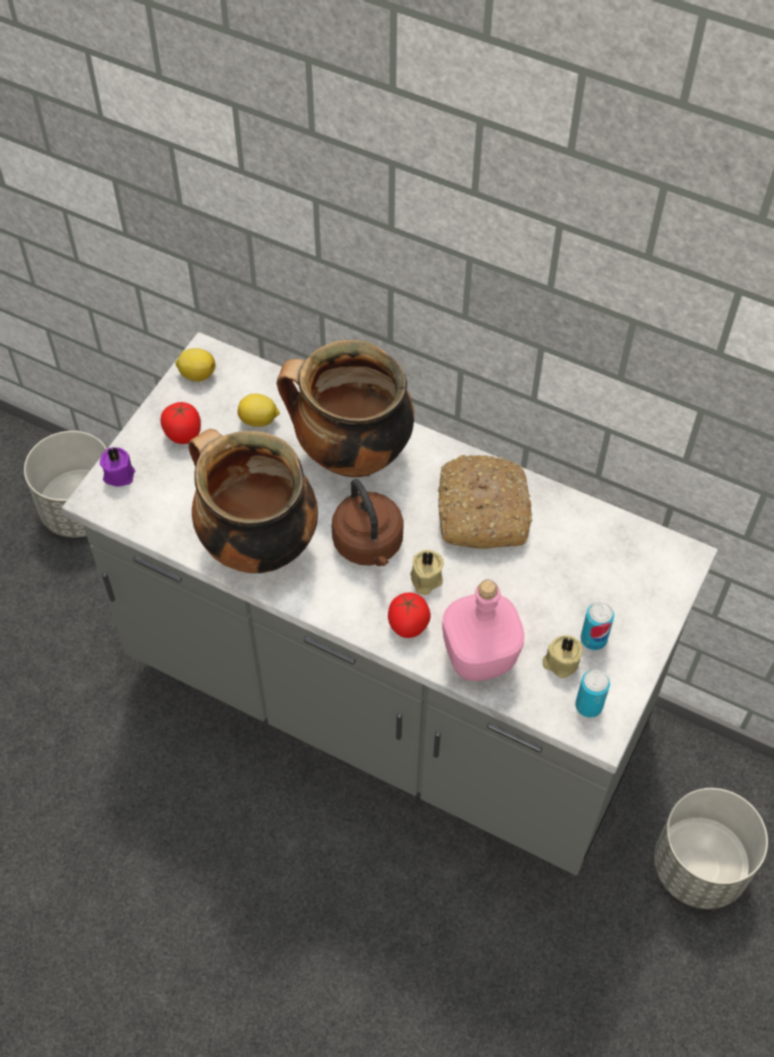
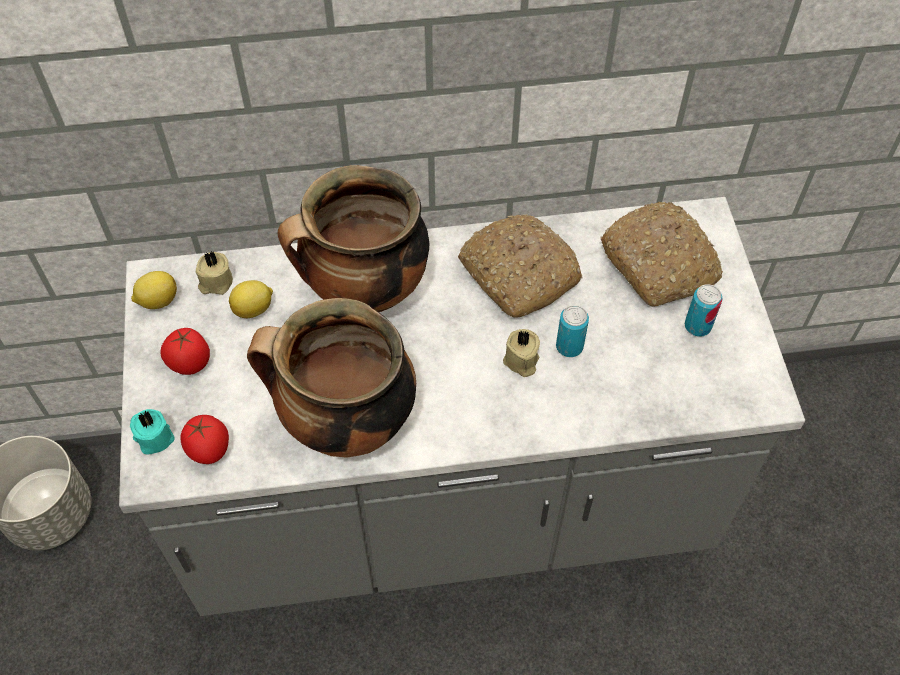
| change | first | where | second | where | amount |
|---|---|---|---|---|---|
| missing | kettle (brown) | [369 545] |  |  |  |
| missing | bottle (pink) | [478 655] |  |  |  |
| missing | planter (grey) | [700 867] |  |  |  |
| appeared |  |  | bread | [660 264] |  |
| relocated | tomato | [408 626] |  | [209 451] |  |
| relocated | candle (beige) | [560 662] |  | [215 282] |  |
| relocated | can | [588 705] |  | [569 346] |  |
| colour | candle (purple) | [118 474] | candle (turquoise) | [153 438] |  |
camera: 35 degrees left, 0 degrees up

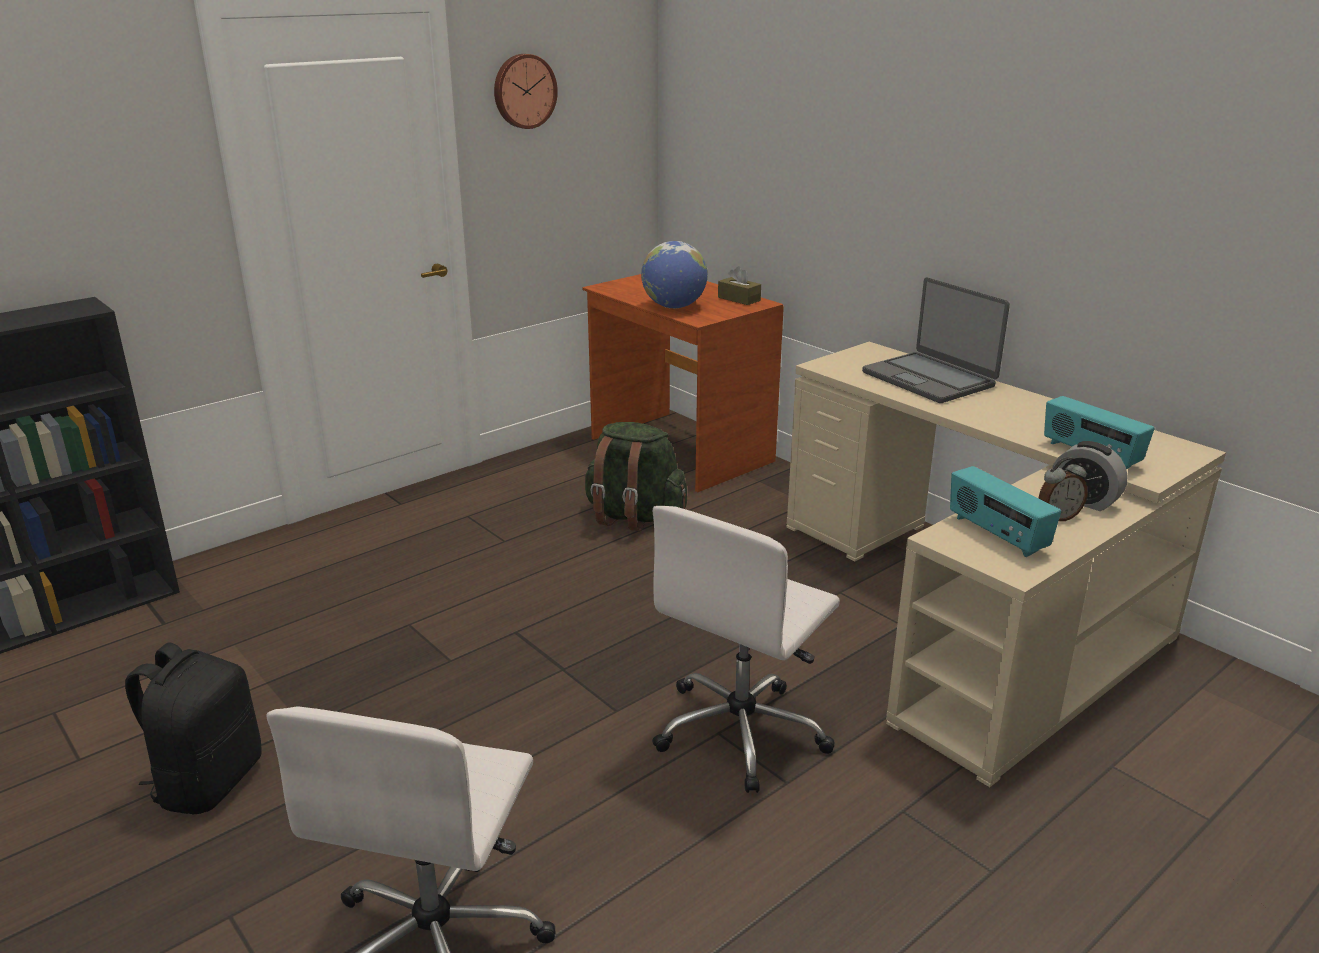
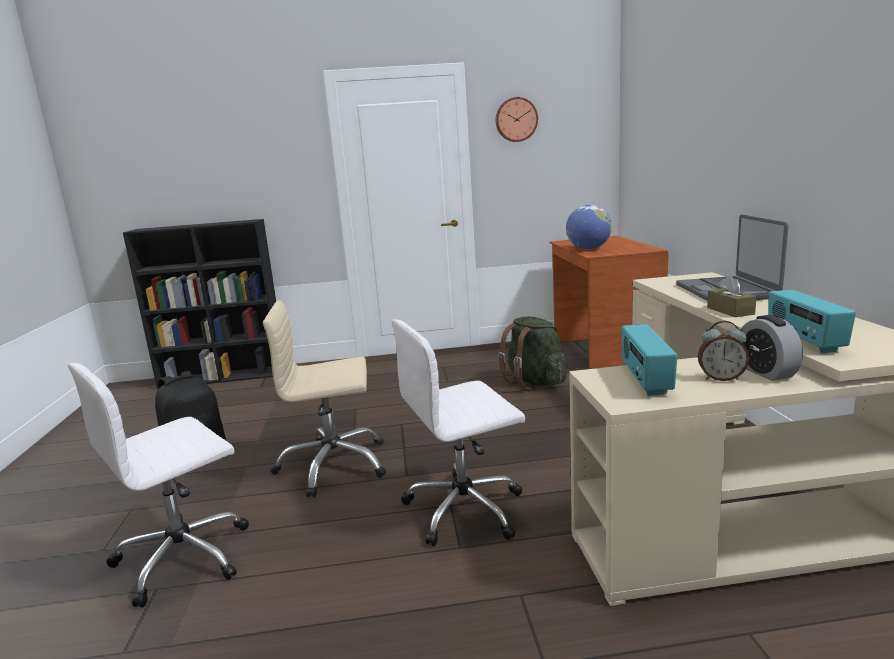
| change | first | where | second | where | amount |
|---|---|---|---|---|---|
| appeared |  |  | office chair (beige) | [333 465] |  |
| relocated | tissue box (brown) | [739 299] |  | [730 311] |  |
camera: 35 degrees right, 10 degrees down

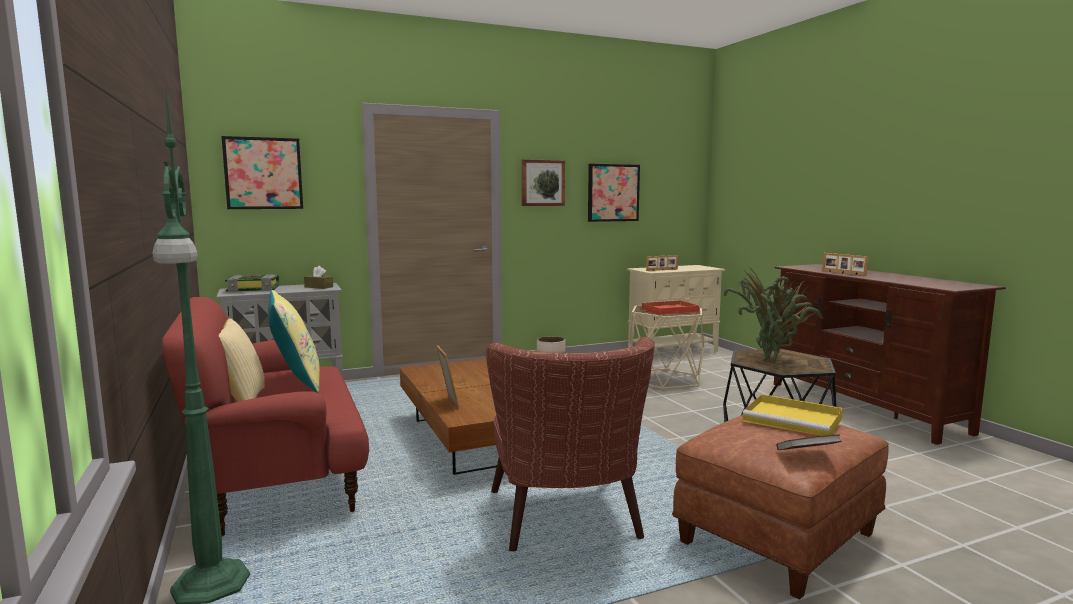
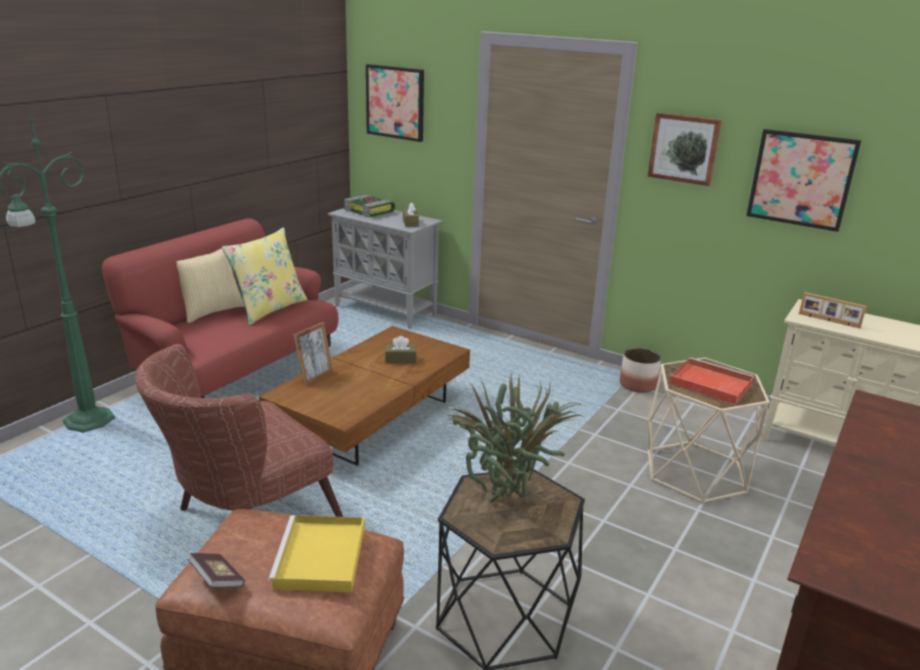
| change | first | where | second | where | amount |
|---|---|---|---|---|---|
| missing | picture frame | [843 273] |  |  |  |
| appeared |  |  | tissue box (brown) | [400 359] |  |
camera: 55 degrees right, 15 degrees up

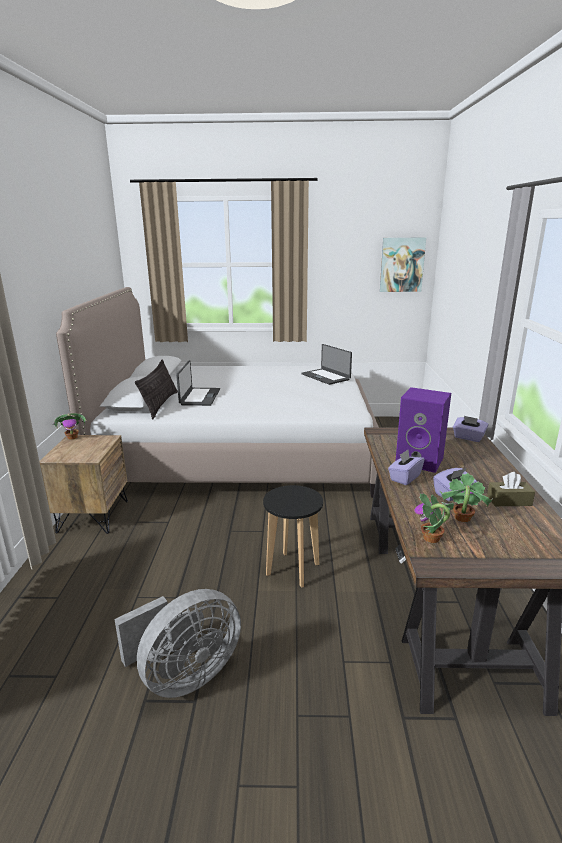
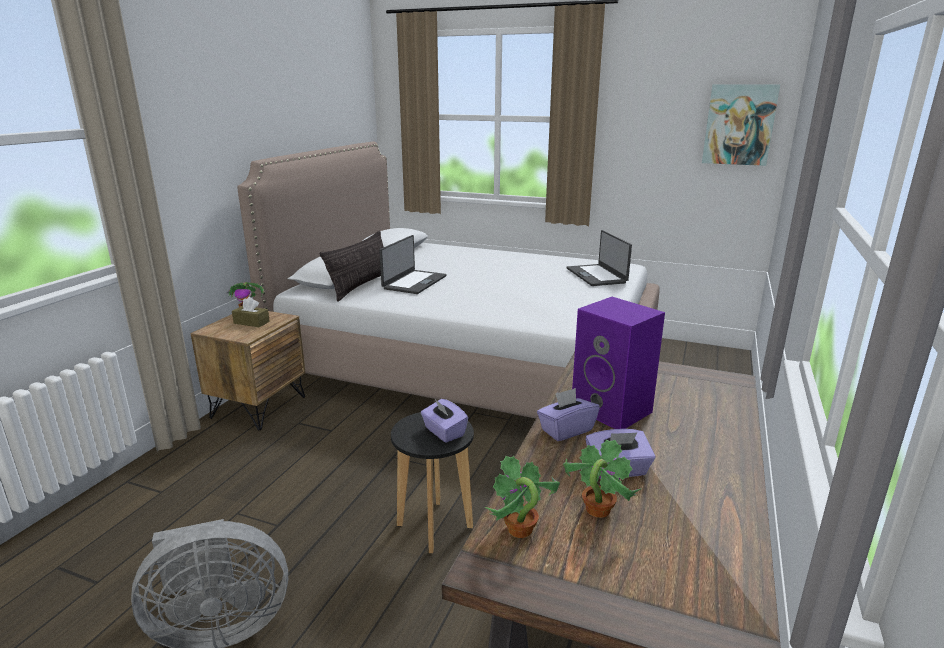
| change | first | where | second | where | amount |
|---|---|---|---|---|---|
| relocated | tissue box (purple) | [468 437] |  | [444 432] |  |
| relocated | tissue box (brown) | [509 501] |  | [251 322] |  |
camera: 20 degrees right, 0 degrees up

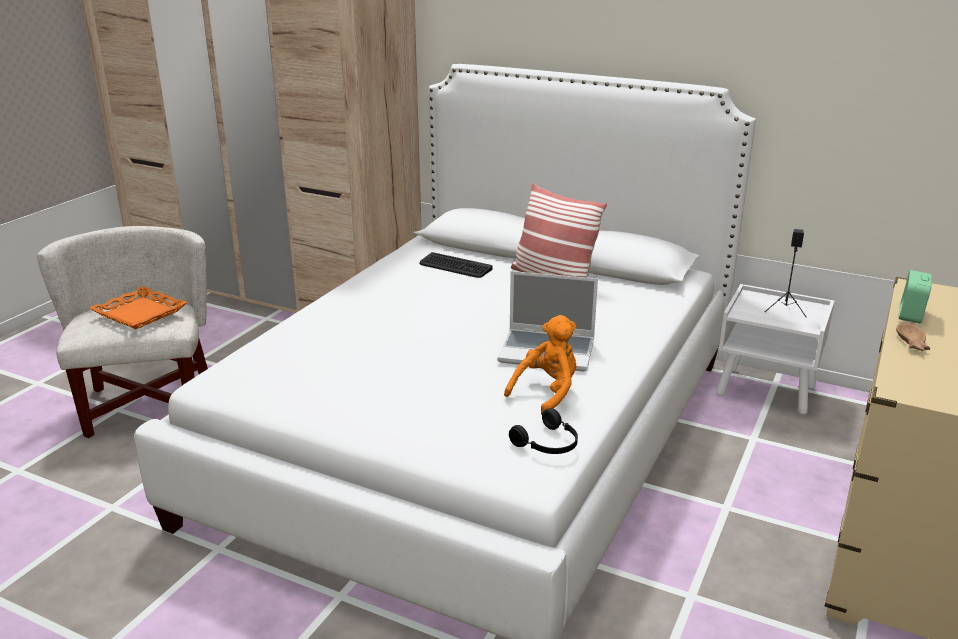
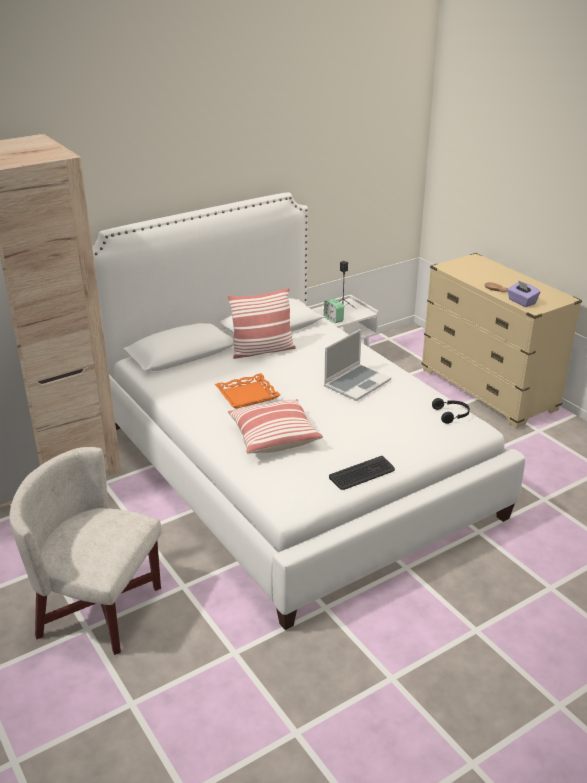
| change | first | where | second | where | amount |
|---|---|---|---|---|---|
| missing | plush toy (orange) | [547 393] |  |  |  |
| appeared |  |  | pillow | [273 437] |  |
| appeared |  |  | tissue box (purple) | [521 302] |  |
| relocated | tray (orange) | [139 313] |  | [247 395] |  |
| relocated | keyboard | [455 266] |  | [362 474] |  |
| relocated | alarm clock | [910 315] |  | [333 319] |  |
camera: 60 degrees left, 5 degrees up

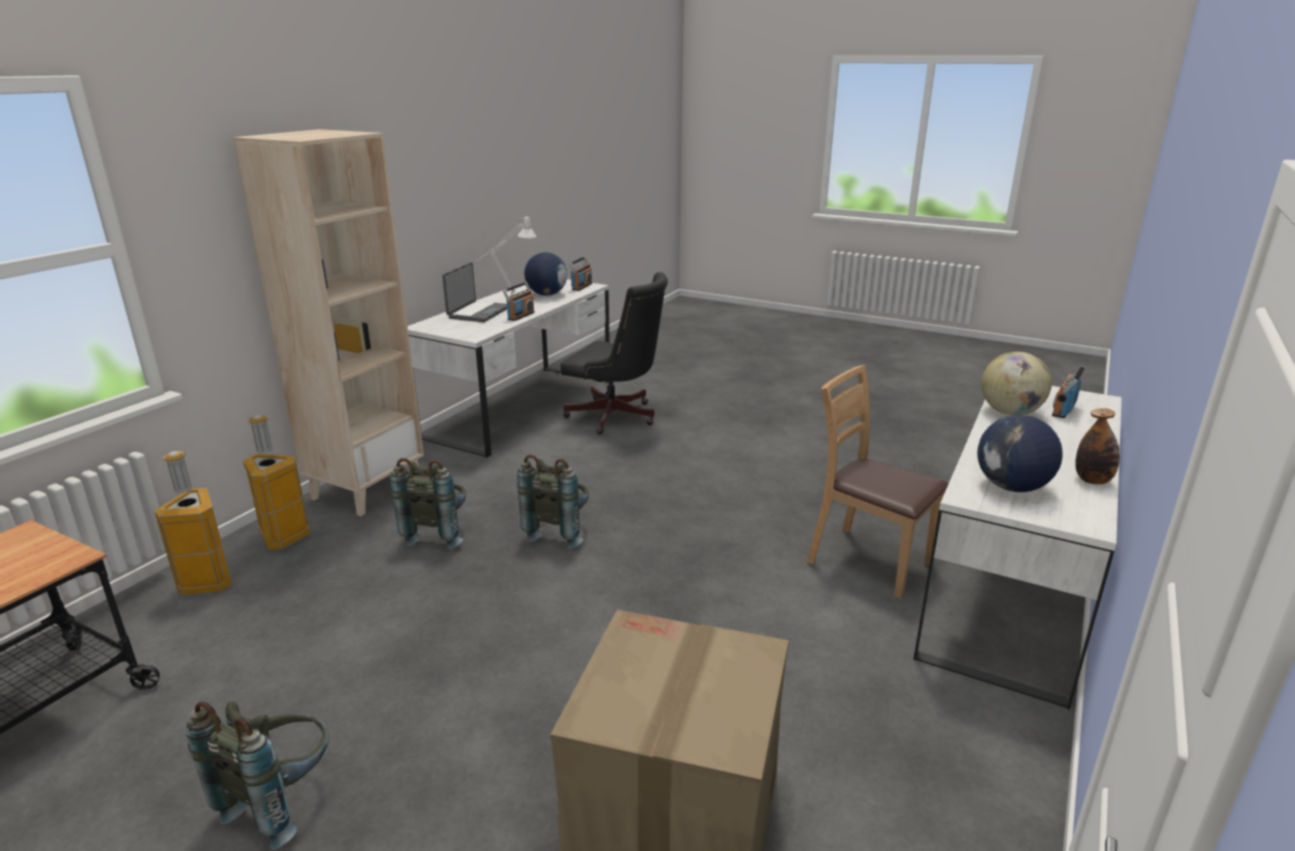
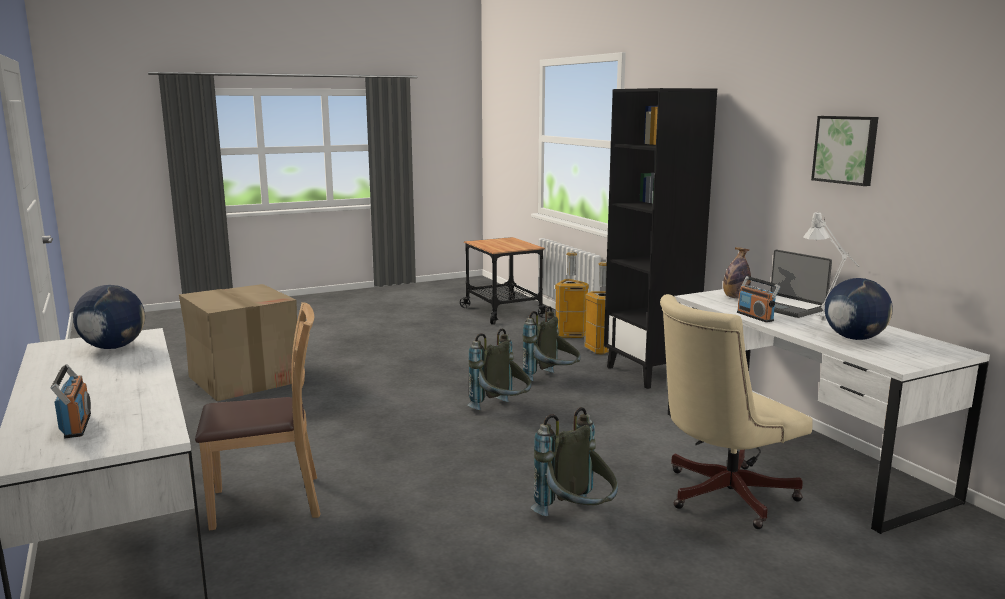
| change | first | where | second | where | amount |
|---|---|---|---|---|---|
| missing | radio | [581 287] |  |  |  |
| missing | globe | [1010 413] |  |  |  |
| appeared |  |  | picture | [846 149] |  |
| relocated | backpack (grey) | [281 800] |  | [577 519] |  |
| relocated | bottle | [1092 480] |  | [735 297] |  |
| colour | bookcase (beige) | [367 488] | bookcase (black) | [650 373] |  |
| colour | office chair (black) | [617 417] | office chair (beige) | [721 496] |  |
camera: 125 degrees right, 10 degrees down

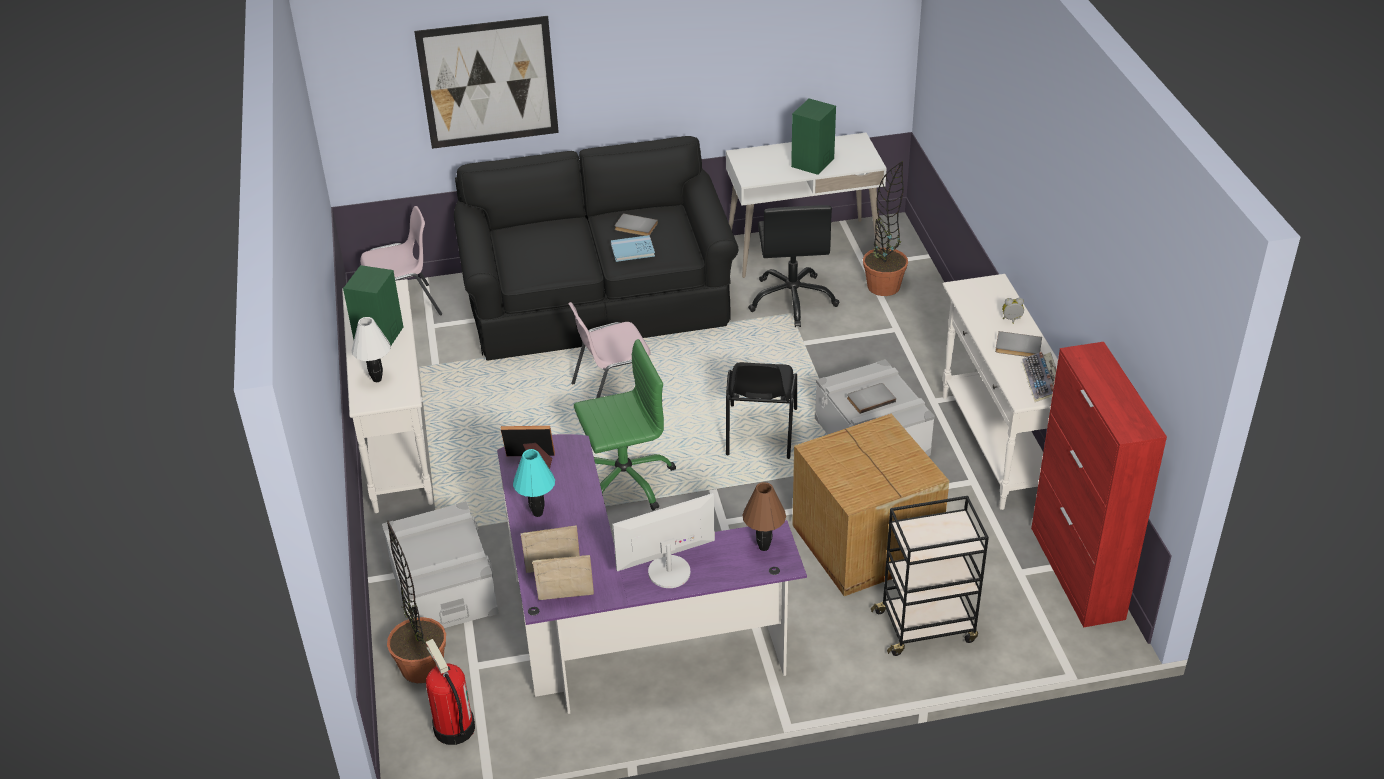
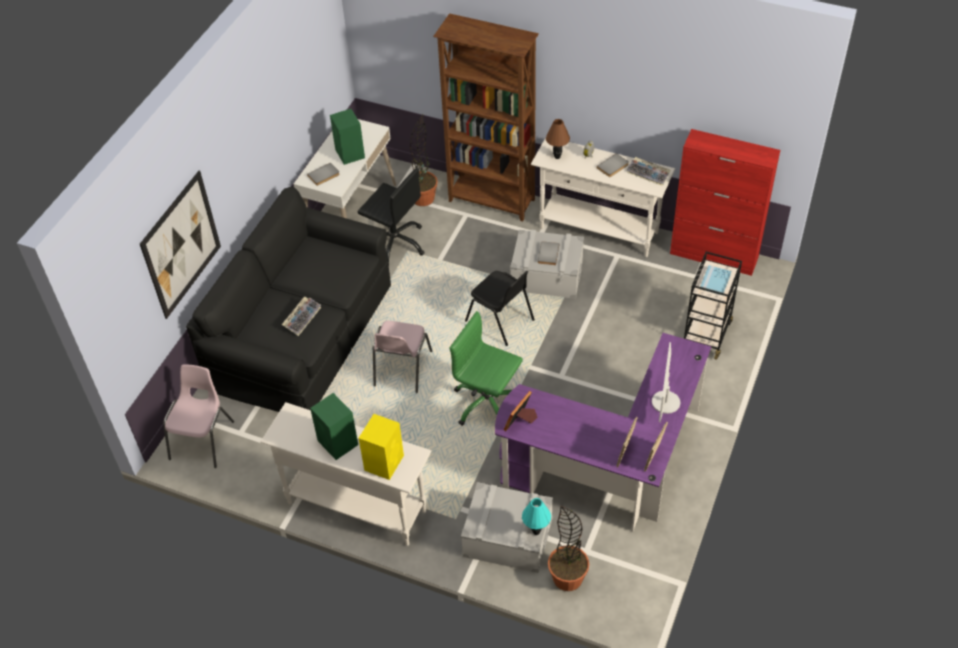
| change | first | where | second | where | amount |
|---|---|---|---|---|---|
| missing | fire extinguisher | [453 728] |  |  |  |
| missing | cardboard box | [864 544] |  |  |  |
| appeared |  |  | keyboard | [302 318] |  |
| appeared |  |  | bookcase (brown) | [492 201] |  |
| relocated | table lamp (turquoise) | [538 513] |  | [536 532] |  |
| relocated | book (blue) | [632 250] |  | [715 281] |  |
| relocated | book (grey) | [635 227] |  | [324 175] |  |
| relocated | table lamp (brown) | [764 547] |  | [557 157] |  |
| exchanged | table lamp (white) | [377 379] | speaker (yellow) | [384 462] |  |
| spun | office chair (green) | [624 480] |  | [487 404] | 75 degrees counterclockwise |
camera: 55 degrees left, 10 degrees up

